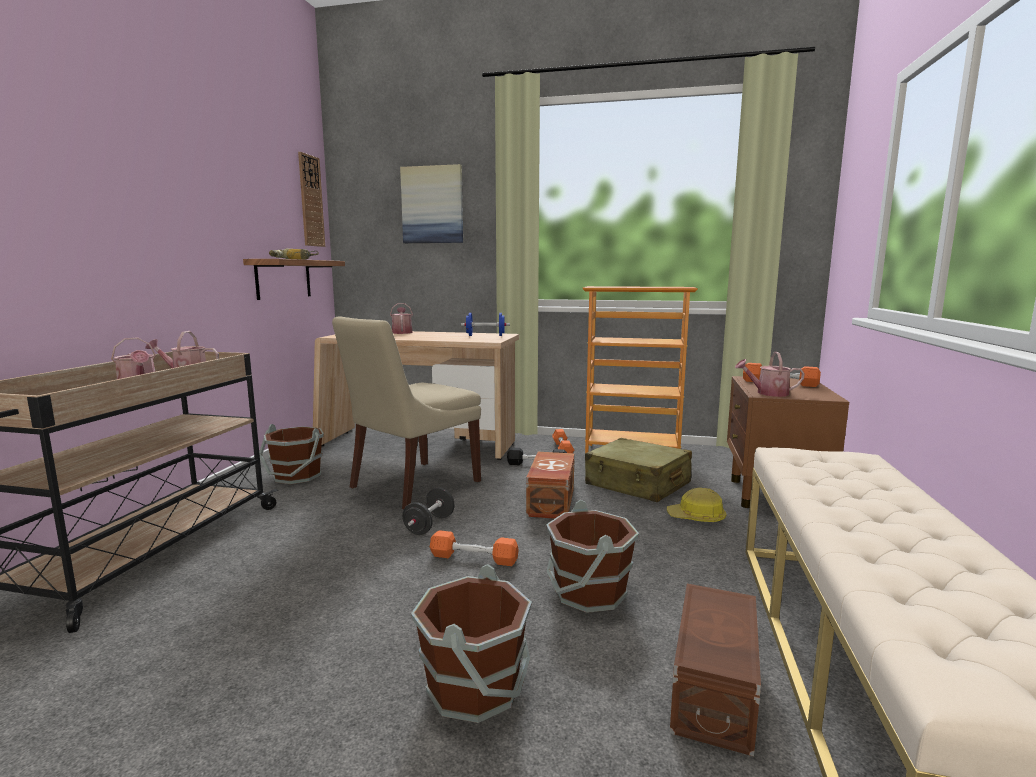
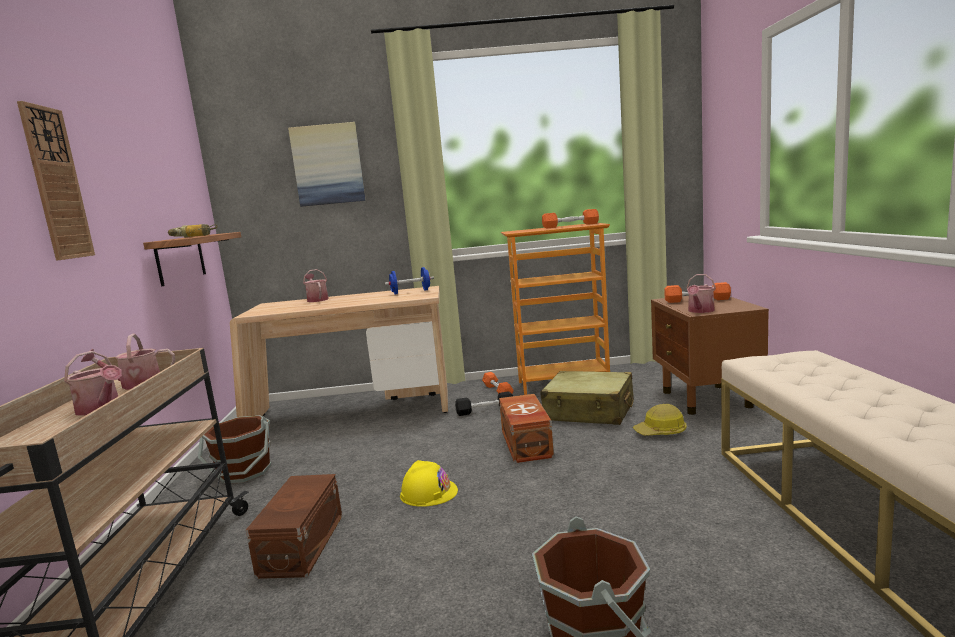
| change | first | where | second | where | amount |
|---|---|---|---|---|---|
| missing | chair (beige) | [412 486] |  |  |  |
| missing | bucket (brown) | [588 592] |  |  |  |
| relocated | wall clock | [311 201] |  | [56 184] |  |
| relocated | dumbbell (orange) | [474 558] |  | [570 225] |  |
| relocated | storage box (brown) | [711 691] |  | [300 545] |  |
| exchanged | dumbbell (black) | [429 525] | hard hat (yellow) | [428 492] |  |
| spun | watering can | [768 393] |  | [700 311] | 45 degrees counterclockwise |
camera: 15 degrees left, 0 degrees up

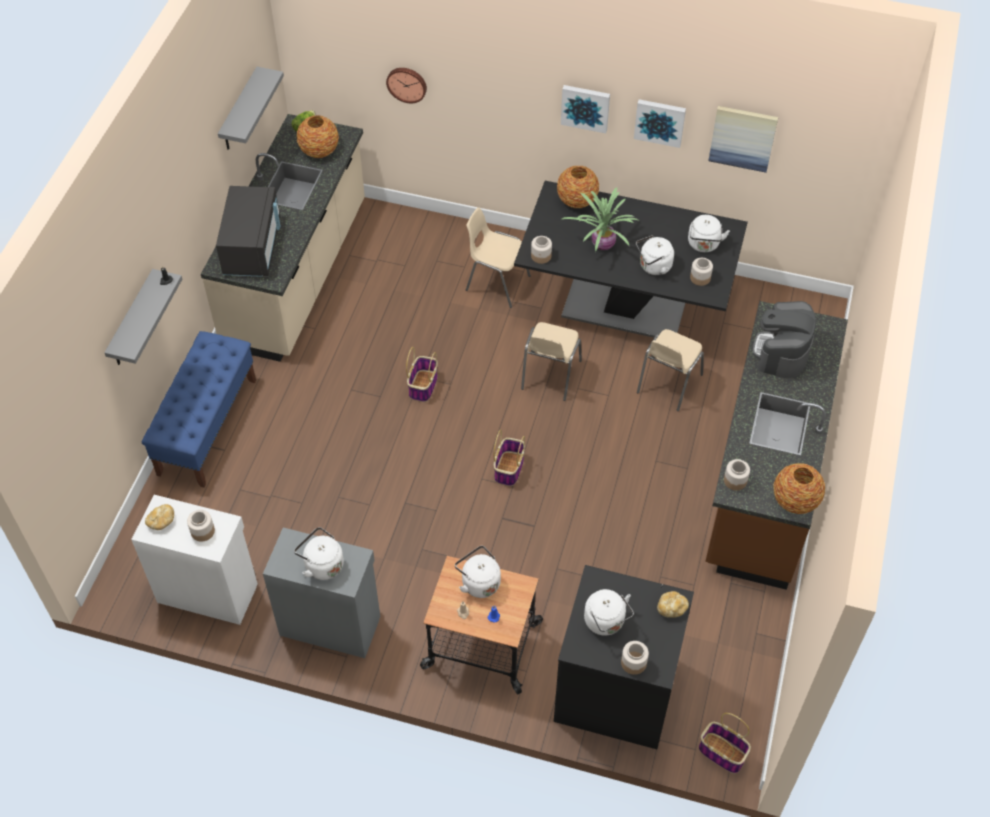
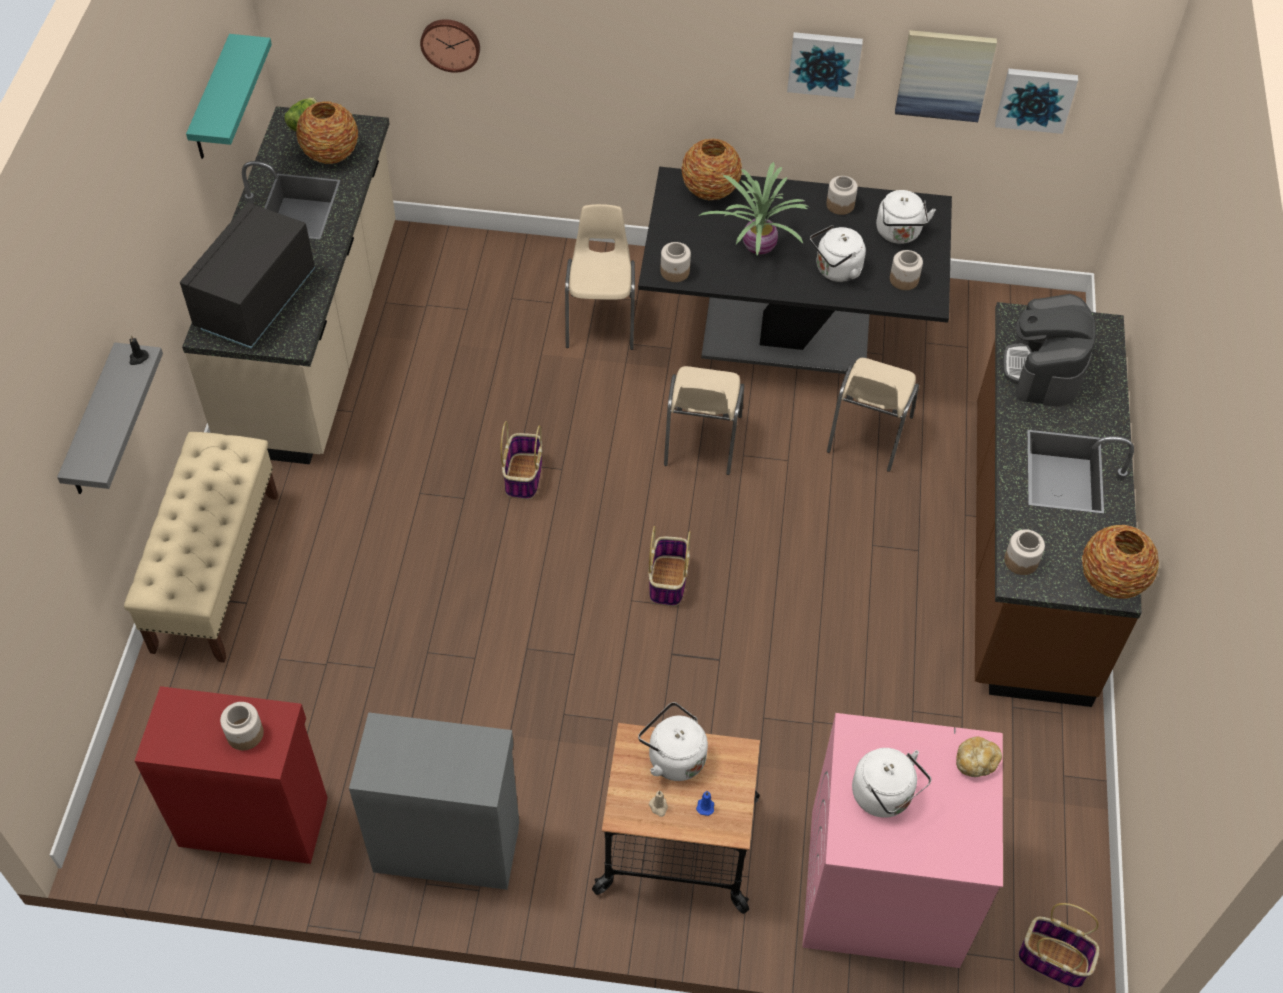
| change | first | where | second | where | amount |
|---|---|---|---|---|---|
| missing | bread | [161 521] |  |  |  |
| missing | kettle (white) | [322 564] |  |  |  |
| relocated | picture | [585 107] |  | [1035 98] |  |
| relocated | jar | [633 662] |  | [840 204] |  |
| colour | cabinet (white) | [207 591] | cabinet (red) | [253 819] |  |
| colour | bench (blue) | [207 426] | bench (beige) | [216 571] |  |
| colour | shelf (grey) | [239 111] | shelf (turquoise) | [212 101] |  |
| colour | washing machine (black) | [615 690] | washing machine (pink) | [882 887] |  |
| spun | microwave (black) | [253 248] |  | [255 301] | 150 degrees counterclockwise |
| spun | chair (beige) | [496 283] |  | [601 320] | 75 degrees clockwise |
camera: 10 degrees left, 0 degrees up

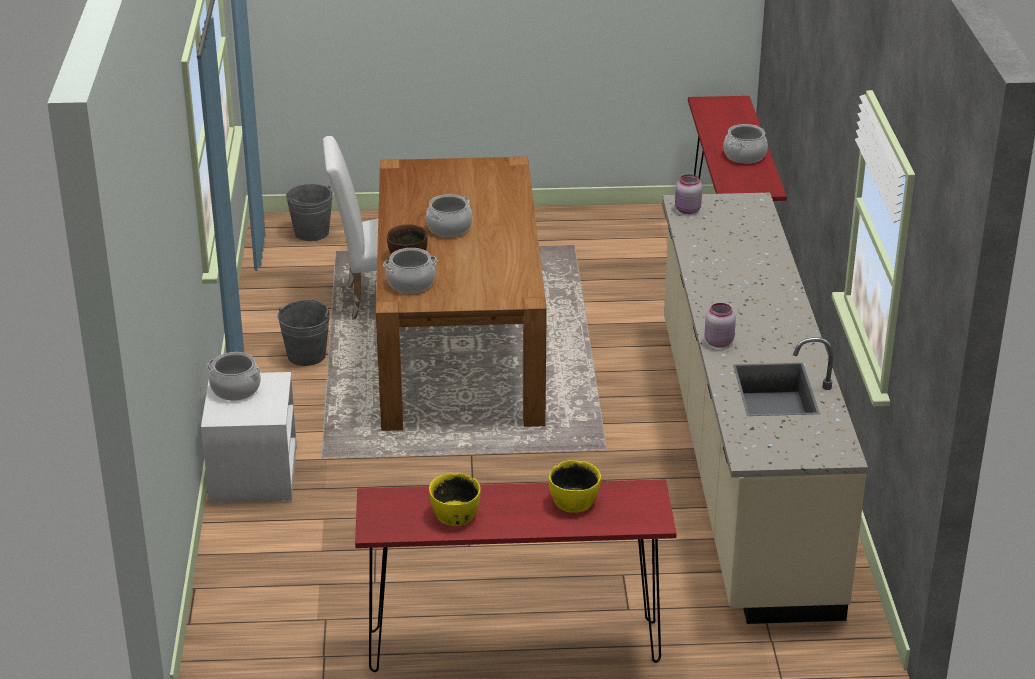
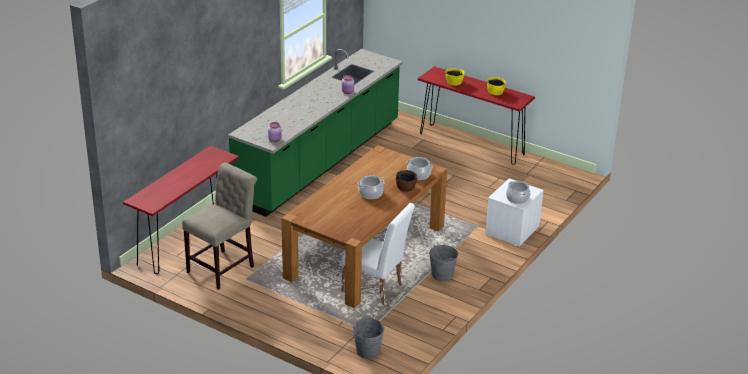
| change | first | where | second | where | amount |
|---|---|---|---|---|---|
| missing | cooking pot | [745 156] |  |  |  |
| appeared |  |  | chair (beige) | [224 268] |  |
| colour | counter (beige) | [741 459] | counter (green) | [320 162] |  |
camera: 145 degrees left, 0 degrees up

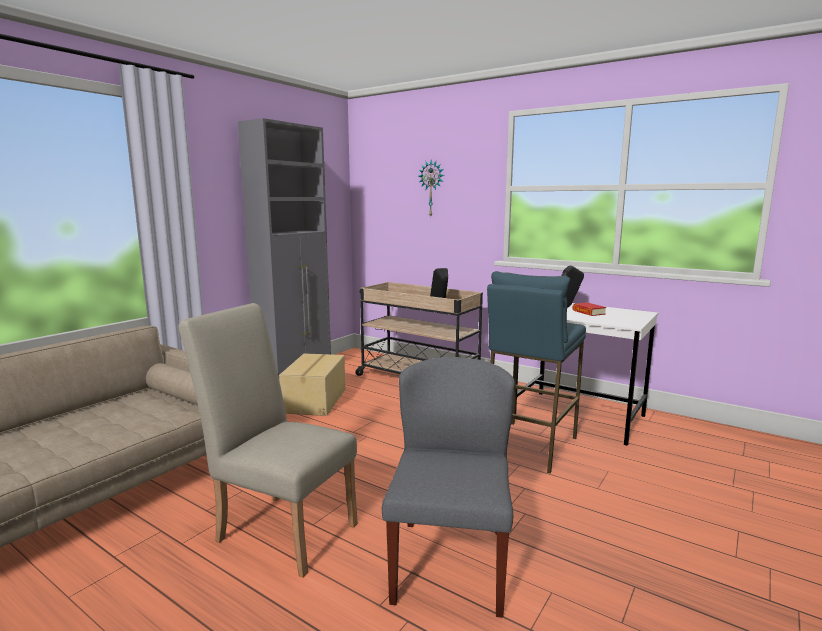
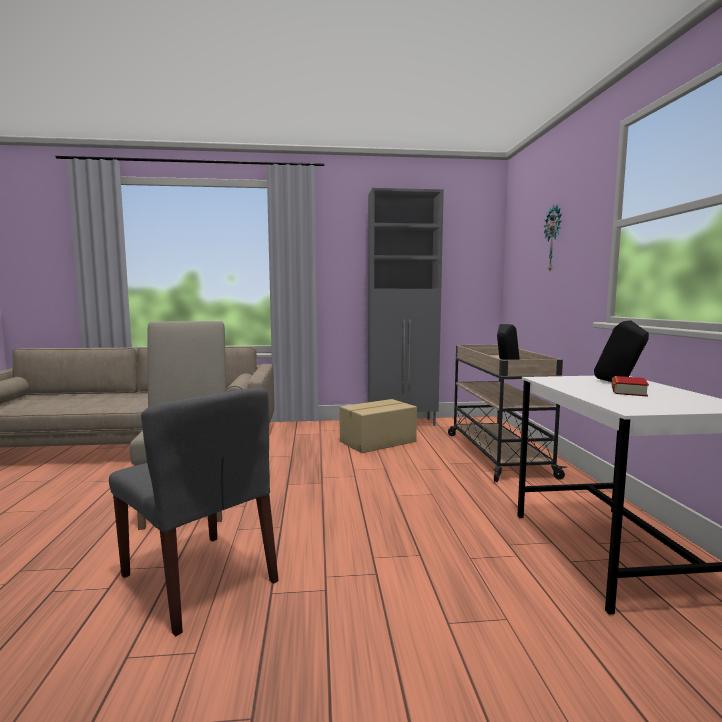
| change | first | where | second | where | amount |
|---|---|---|---|---|---|
| missing | stool (blue) | [529 446] |  |  |  |
| spun | chair (grey) | [450 564] |  | [199 579] | 75 degrees clockwise |
camera: 50 degrees right, 5 degrees down

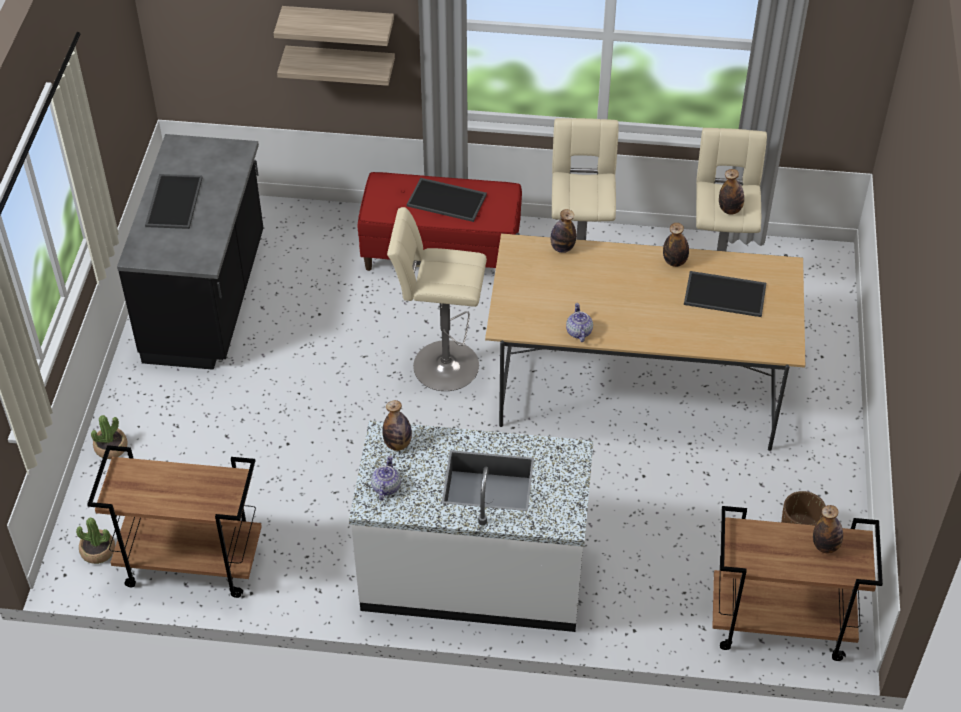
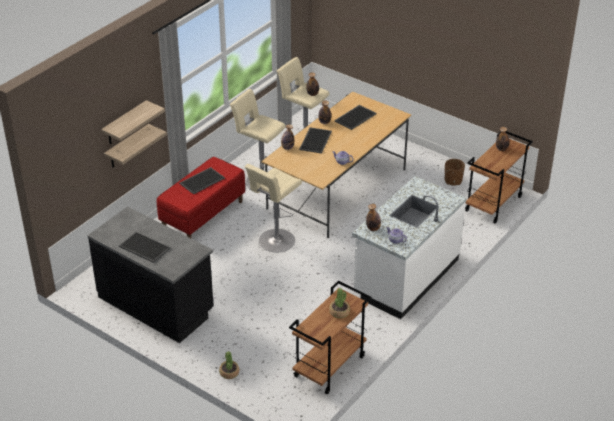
| change | first | where | second | where | amount |
|---|---|---|---|---|---|
| appeared |  |  | tray | [315 140] |  |
| relocated | potted plant | [98 551] |  | [339 312] |  |
camera: 60 degrees left, 10 degrees down

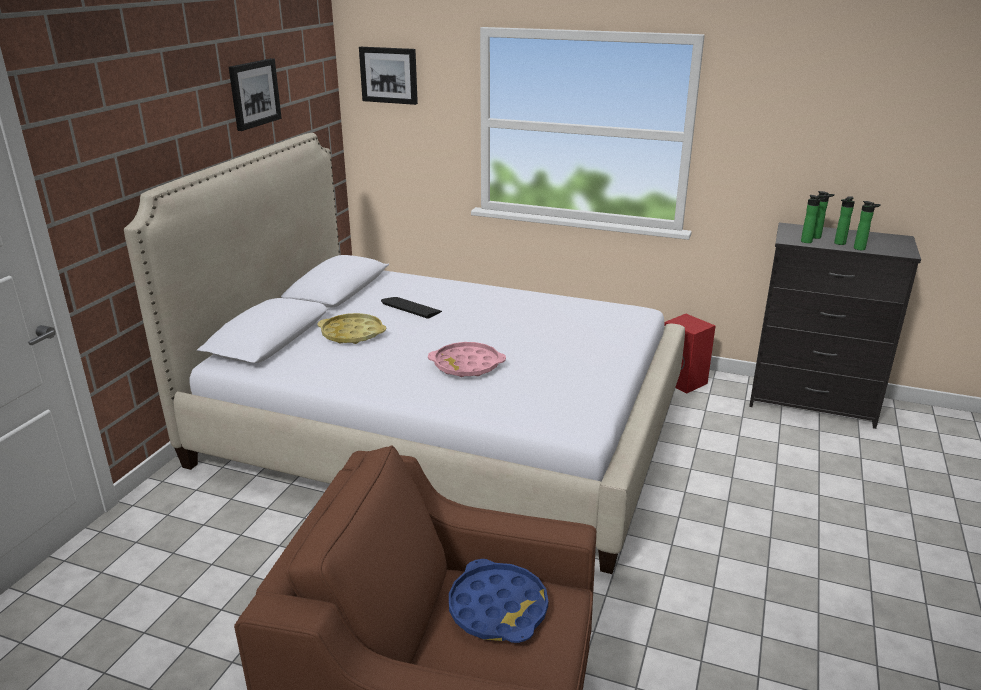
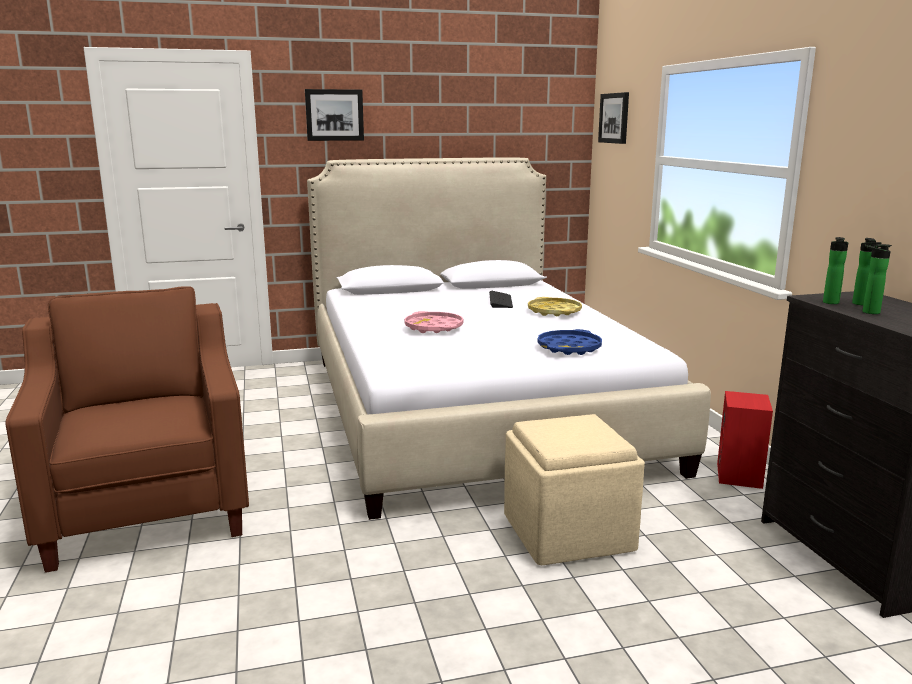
| change | first | where | second | where | amount |
|---|---|---|---|---|---|
| missing | bottle | [861 249] |  |  |  |
| appeared |  |  | ottoman (beige) | [568 531] |  |
| relocated | picture | [254 93] |  | [334 115] |  |
| relocated | tray (yellow) | [352 334] |  | [554 311] |  |
| relocated | tray (blue) | [498 608] |  | [569 348] |  |
camera: 55 degrees right, 10 degrees down

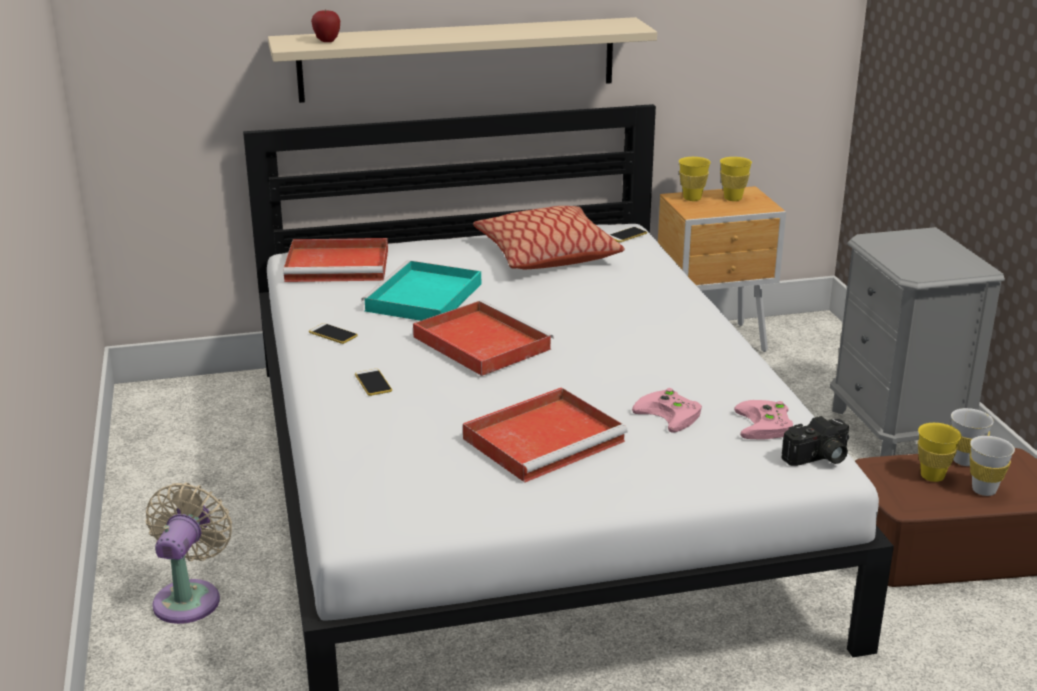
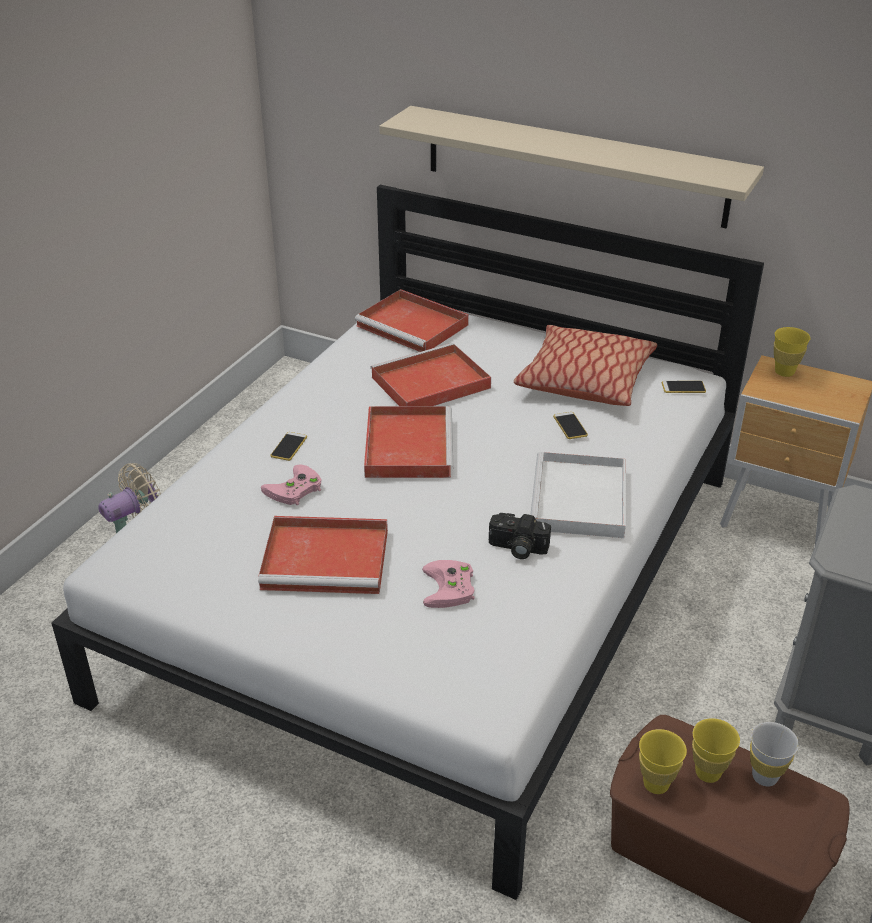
| change | first | where | second | where | amount |
|---|---|---|---|---|---|
| missing | apple | [327 41] |  |  |  |
| missing | cup (white) | [984 490] |  |  |  |
| appeared |  |  | tray (white) | [580 501] |  |
| relocated | phone | [333 334] |  | [570 426] |  |
| relocated | cup (yellow) | [733 198] |  | [656 784] |  |
| relocated | game controller (pink) | [766 425] |  | [294 490] |  |
| relocated | photo camera | [818 458] |  | [517 548] |  |
| colour | tray (turquoise) | [423 298] | tray (red) | [429 383] |  |
camera: 40 degrees right, 10 degrees up

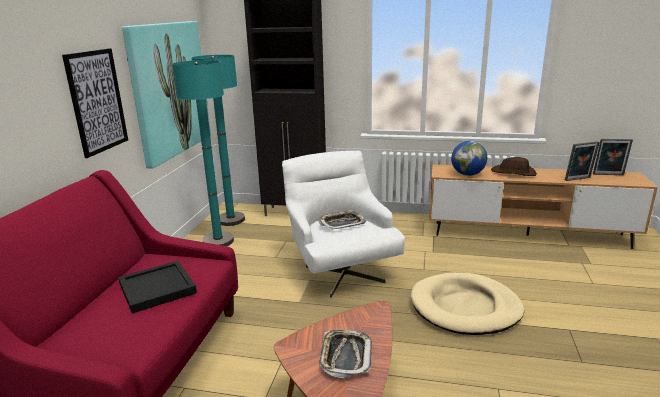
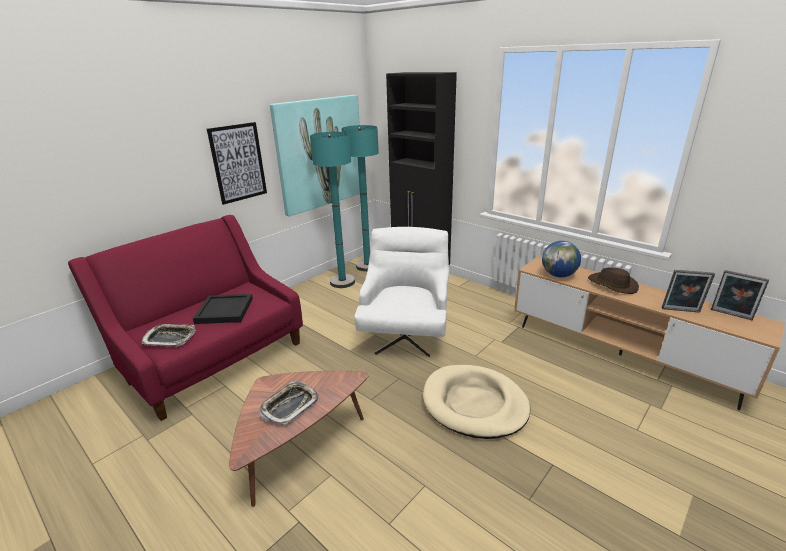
| change | first | where | second | where | amount |
|---|---|---|---|---|---|
| relocated | tray | [342 223] |  | [170 338] |  |
camera: 30 degrees right, 5 degrees up

